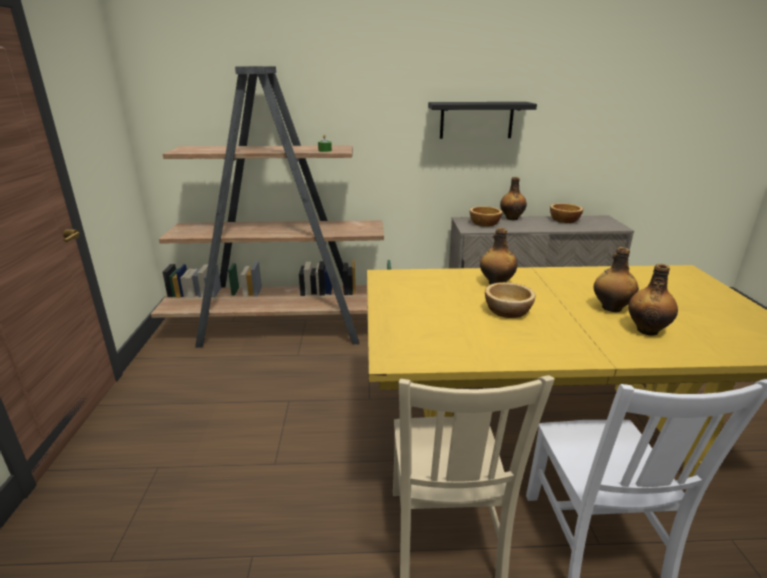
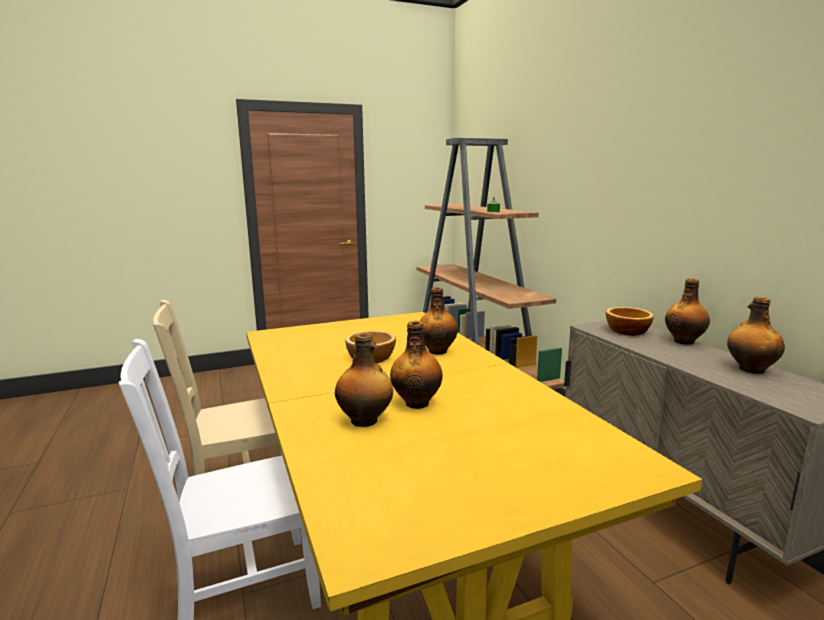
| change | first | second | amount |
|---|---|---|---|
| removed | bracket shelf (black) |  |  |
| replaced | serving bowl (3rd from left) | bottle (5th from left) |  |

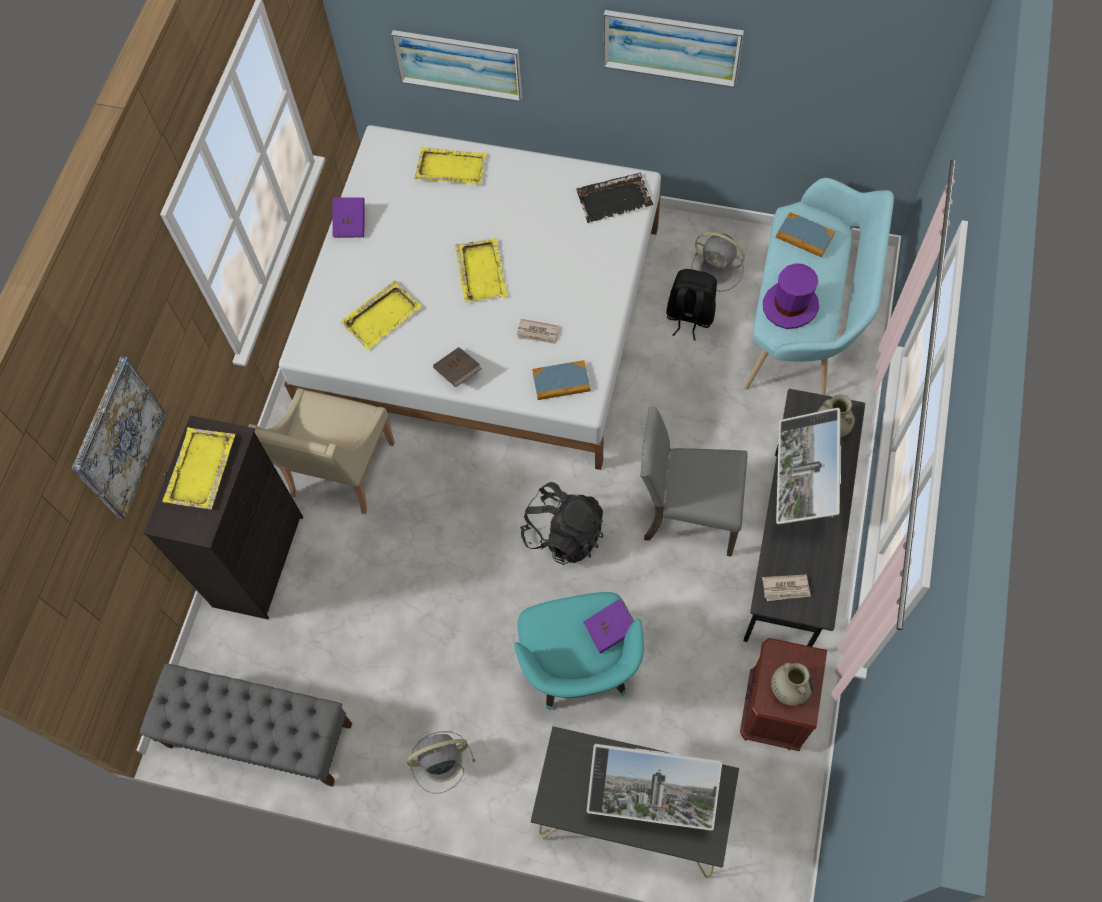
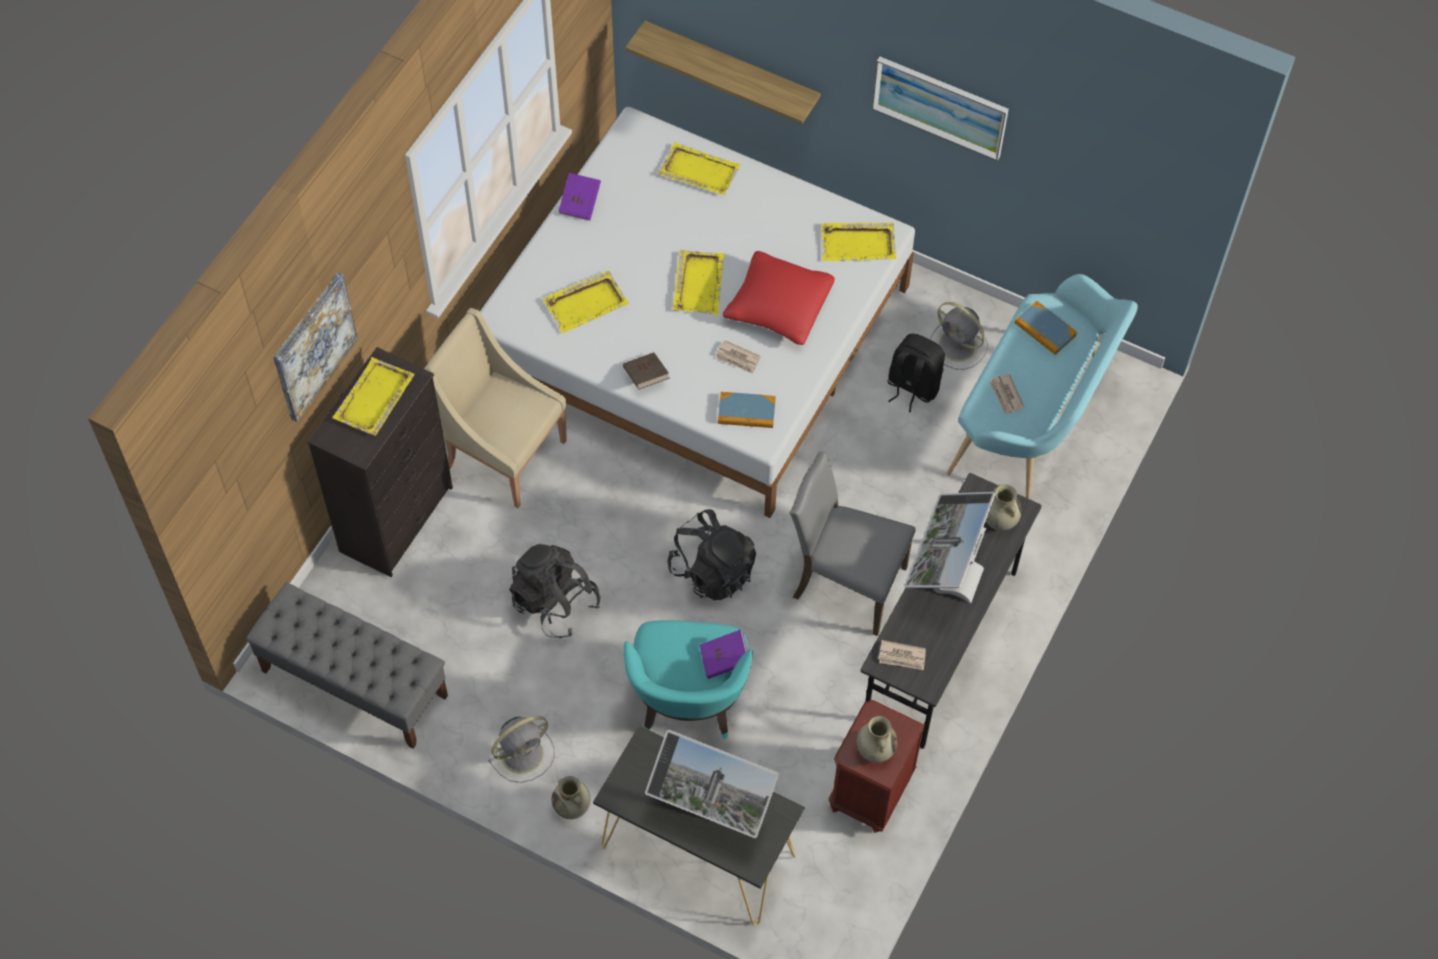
| change | first | second | amount |
|---|---|---|---|
| turned | armchair (beige) |  | 90 degrees clockwise |
| replaced | wall art (2nd from left) | bracket shelf |  |
| turned | electric fan (greyish) (1st from left) |  | 150 degrees clockwise |
| recoloured | serving tray (black) | serving tray (yellow) (5th from left) |  |
| replaced | hat (purplish) | newspaper (3rd from left) |  |
| added |  | rucksack (black) (1st from left) |  |
| added |  | decorative vase (beige) (1st from left) |  |
| added |  | pillow (red-coloured) |  |

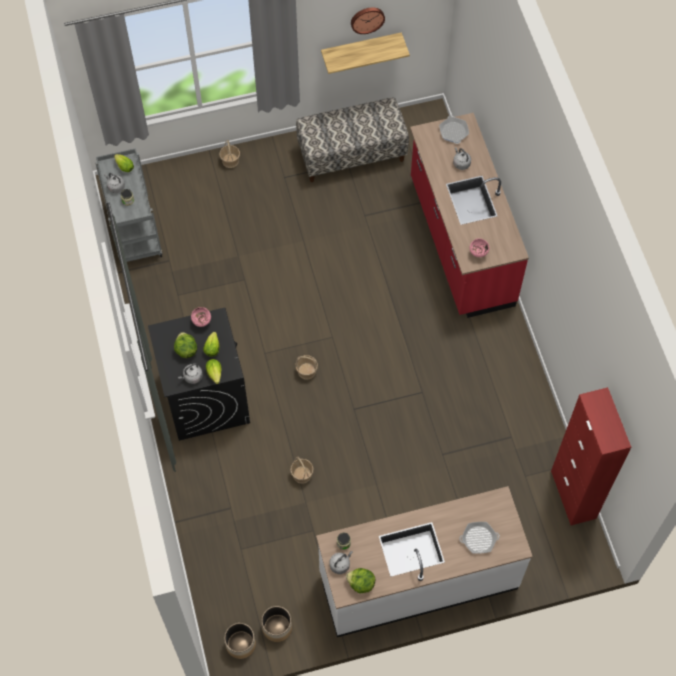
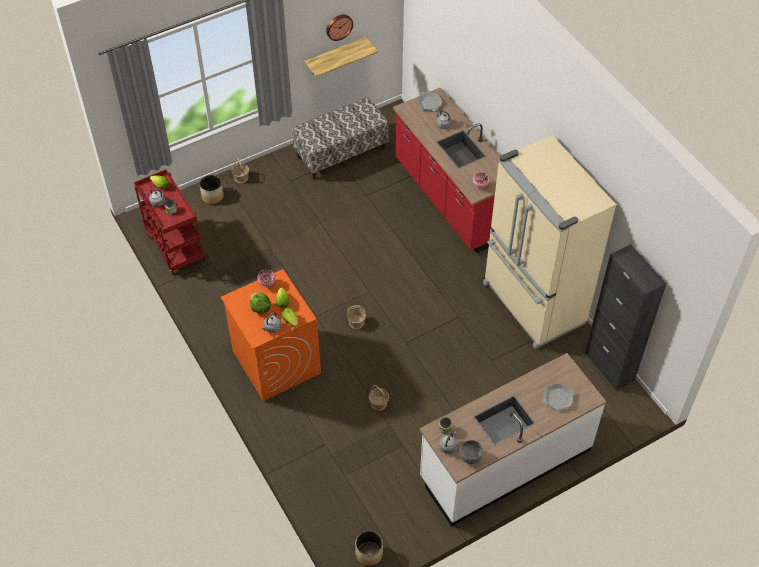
| change | first | second | amount |
|---|---|---|---|
| recoloured | wheeled cart (greyish) | wheeled cart (red-coloured) |  |
| recoloured | laundry appliance (black) | laundry appliance (orange-coloured) |  |
| moved | flower pot (2nd from left in the first image) | flower pot (1st from left) |  |
| replaced | head of lettuce (5th from left) | serving bowl (greyish) |  |
| recoloured | cabinet (red-coloured) | cabinet (black) |  |
| added |  | fridge (beige) |  |

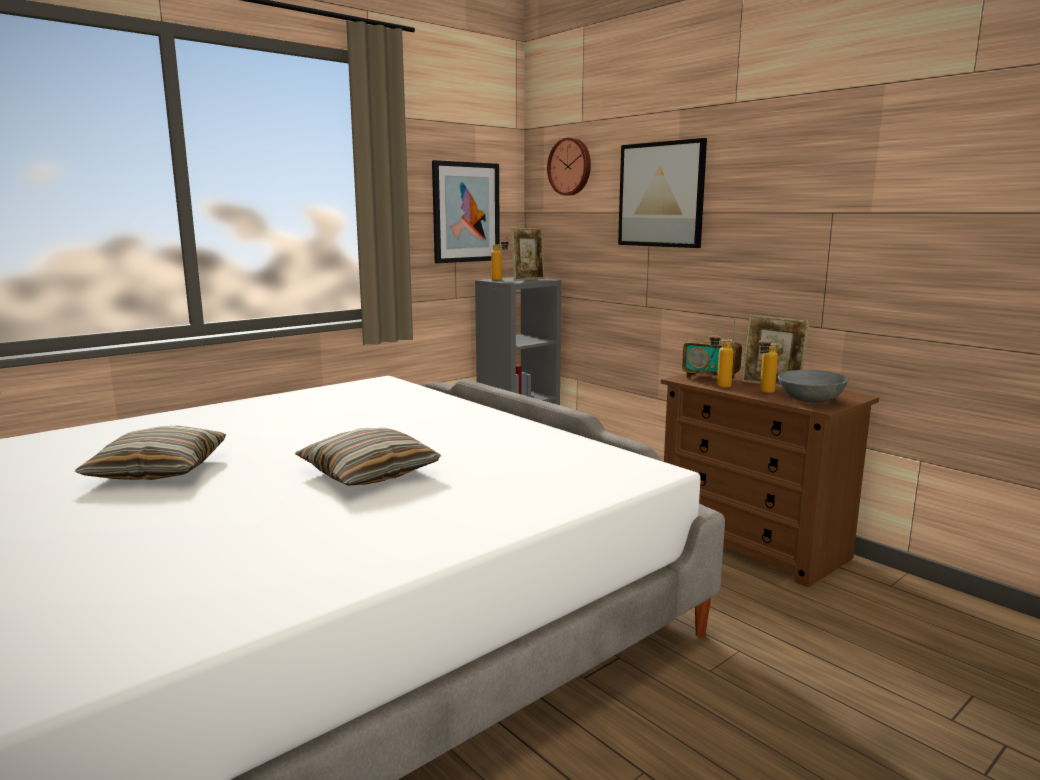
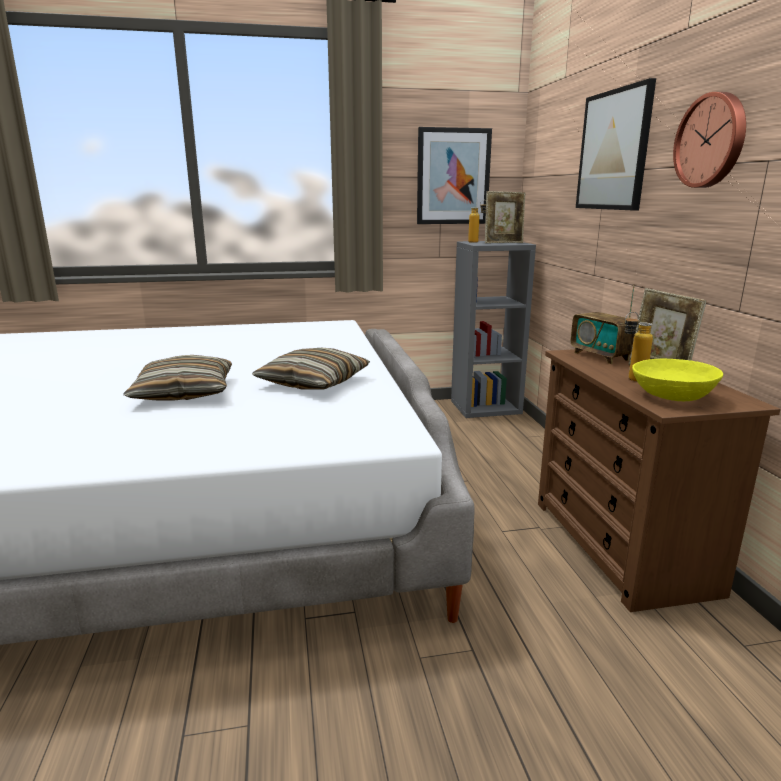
| change | first | second | amount |
|---|---|---|---|
| moved | pillow (1st from left in the first image) | pillow (2nd from left) |  |
| moved | wall clock |  |  |
| removed | bottle (2nd from left) |  |  |
| recoloured | serving bowl (greyish) | serving bowl (yellow) |  |

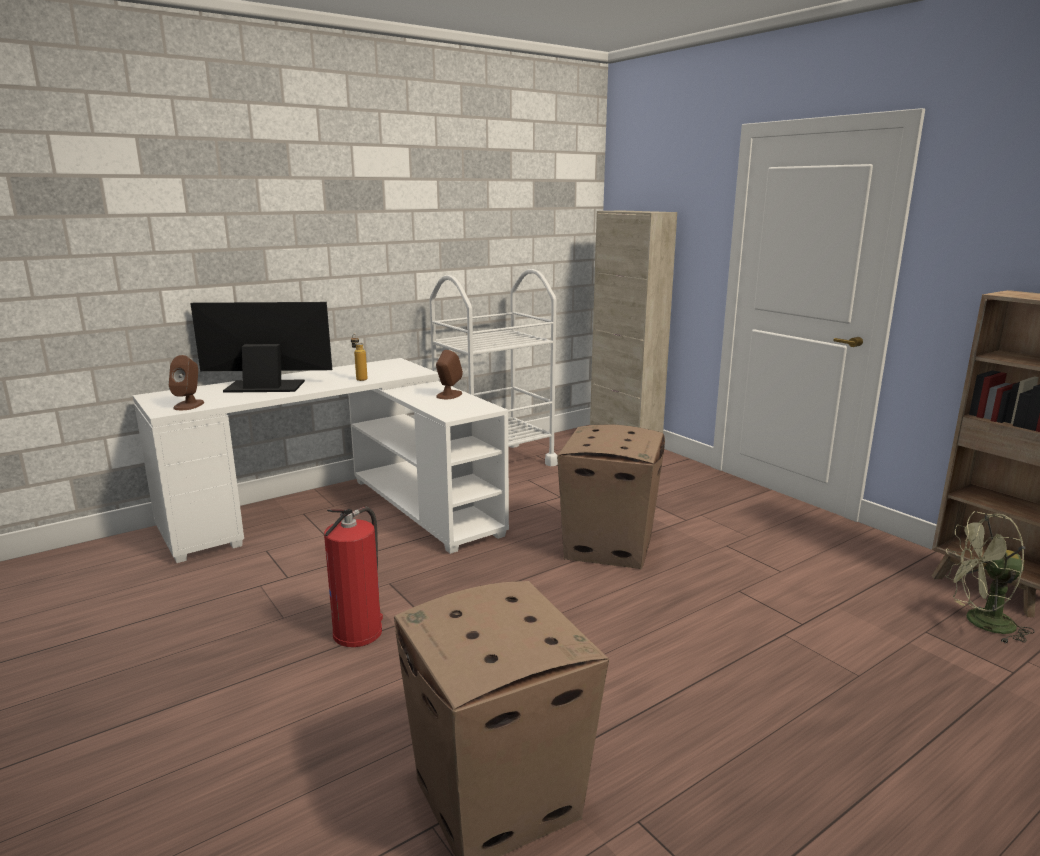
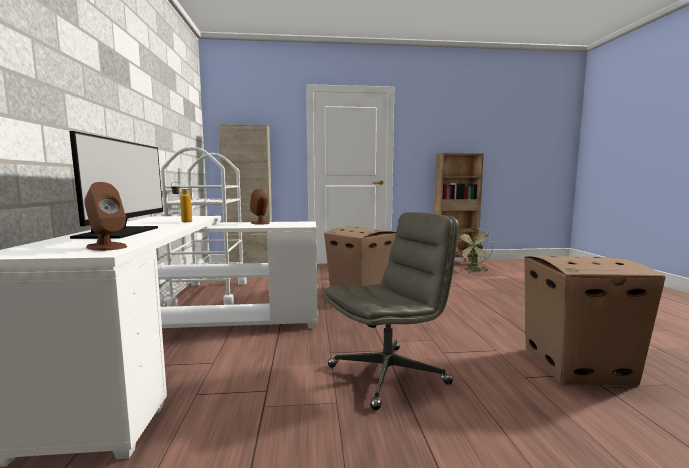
| change | first | second | amount |
|---|---|---|---|
| turned | computer display |  | 150 degrees clockwise |
| replaced | fire extinguisher | desk chair (greyish) |  |

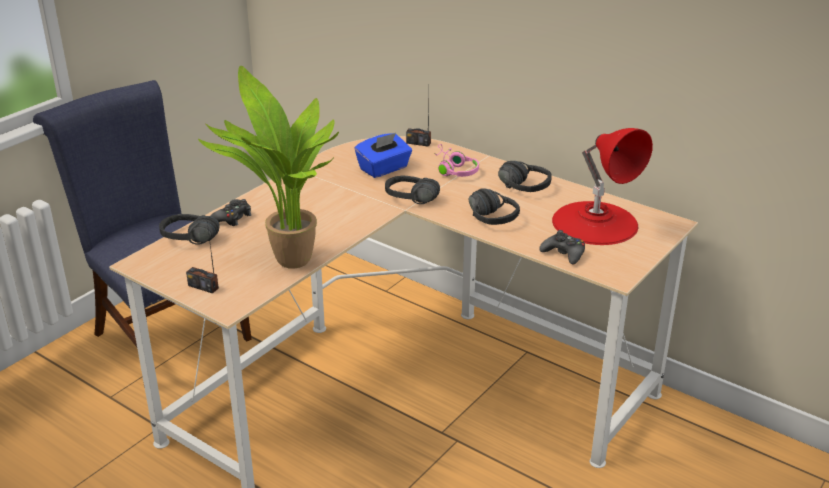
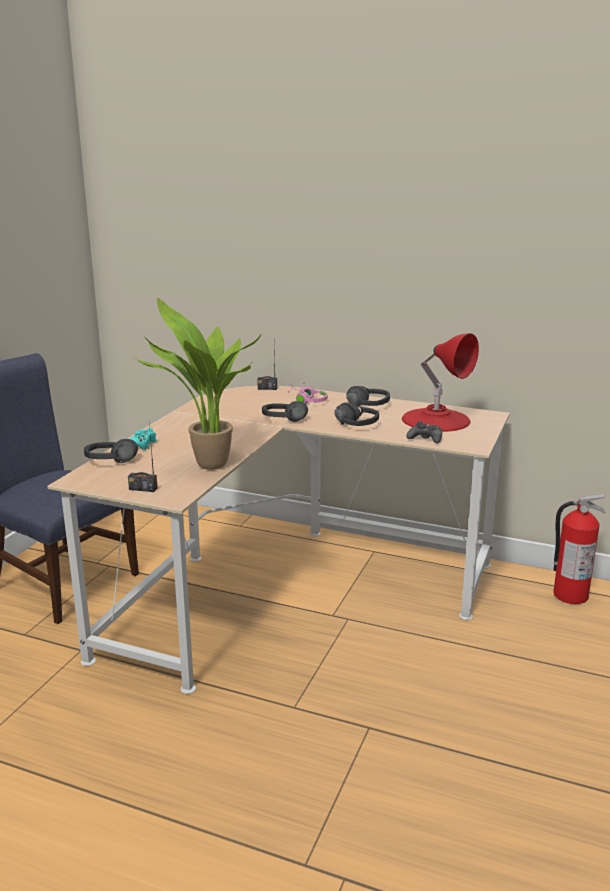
| change | first | second | amount |
|---|---|---|---|
| recoloured | gamepad (black) (1st from left) | gamepad (turquoise-coloured) |  |
| removed | tissue holder (bluish) |  |  |
| added |  | fire extinguisher |  |

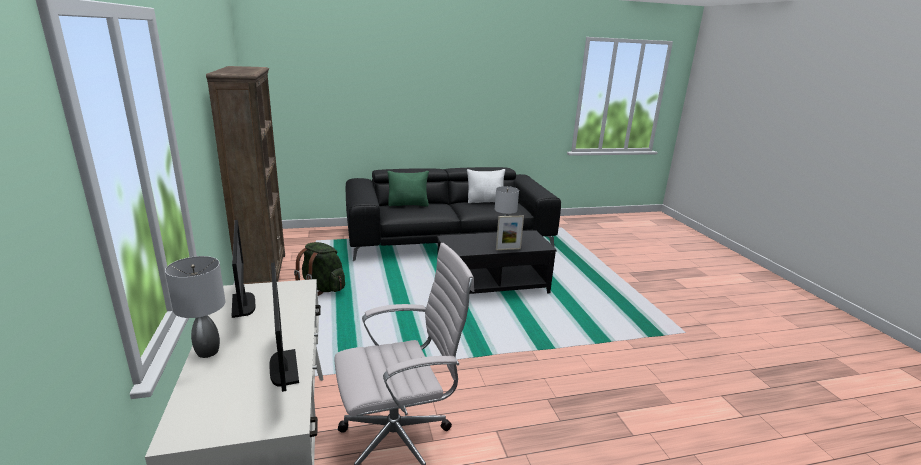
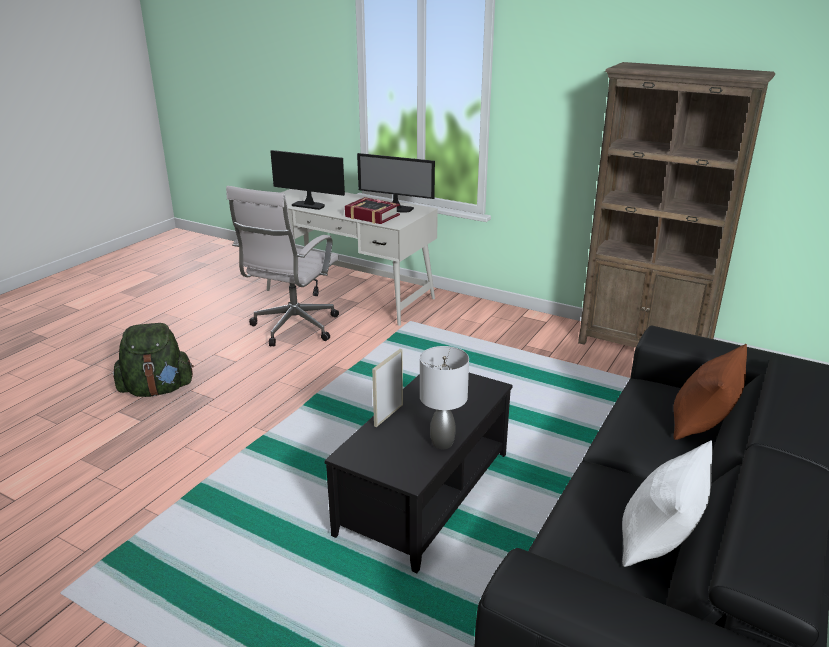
| change | first | second | amount |
|---|---|---|---|
| removed | table lamp (greyish) (1st from left) |  |  |
| moved | rucksack (green) |  |  |
| recoloured | pillow (green) | pillow (brown-coloured) |  |
| added |  | book |  |

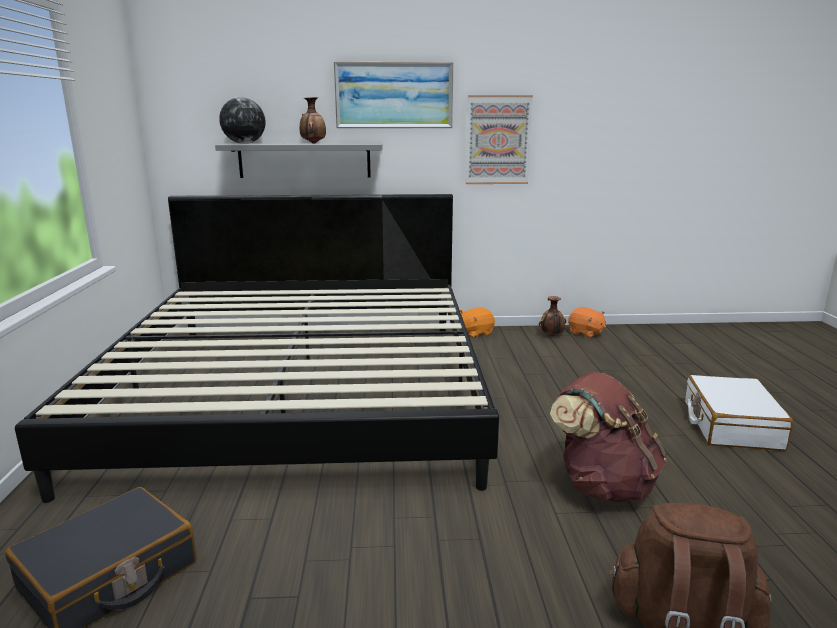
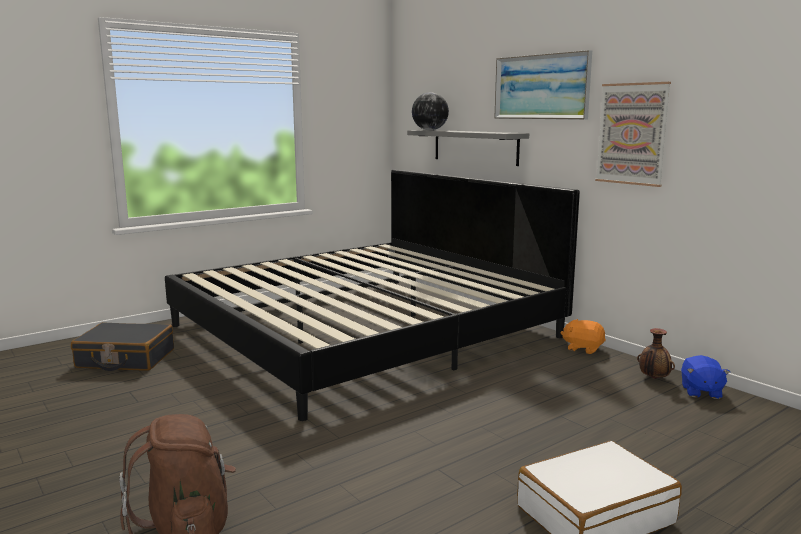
| change | first | second | amount |
|---|---|---|---|
| removed | decorative vase (1st from left) |  |  |
| removed | rucksack (brown-coloured) (1st from left) |  |  |
| recoloured | plush toy (orange-coloured) (2nd from left) | plush toy (bluish) |  |

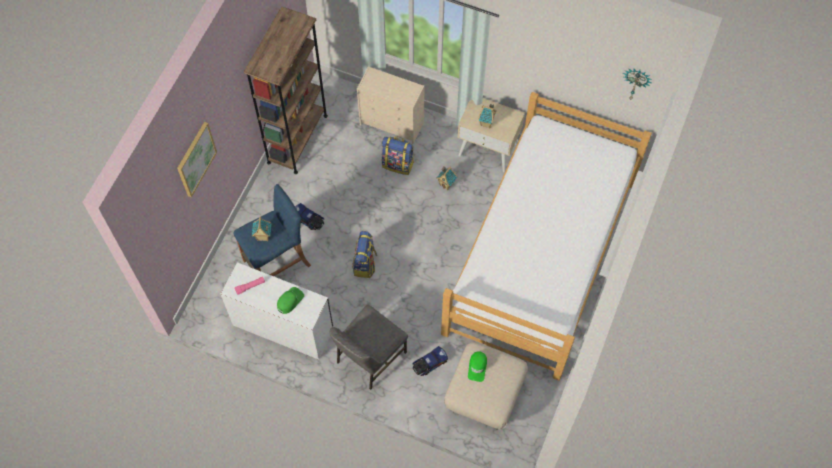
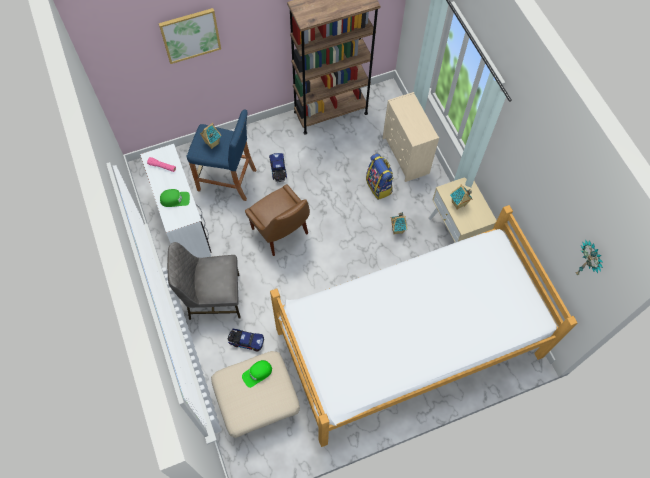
| change | first | second | amount |
|---|---|---|---|
| replaced | rucksack (1st from left) | chair (brown-coloured) |  |

